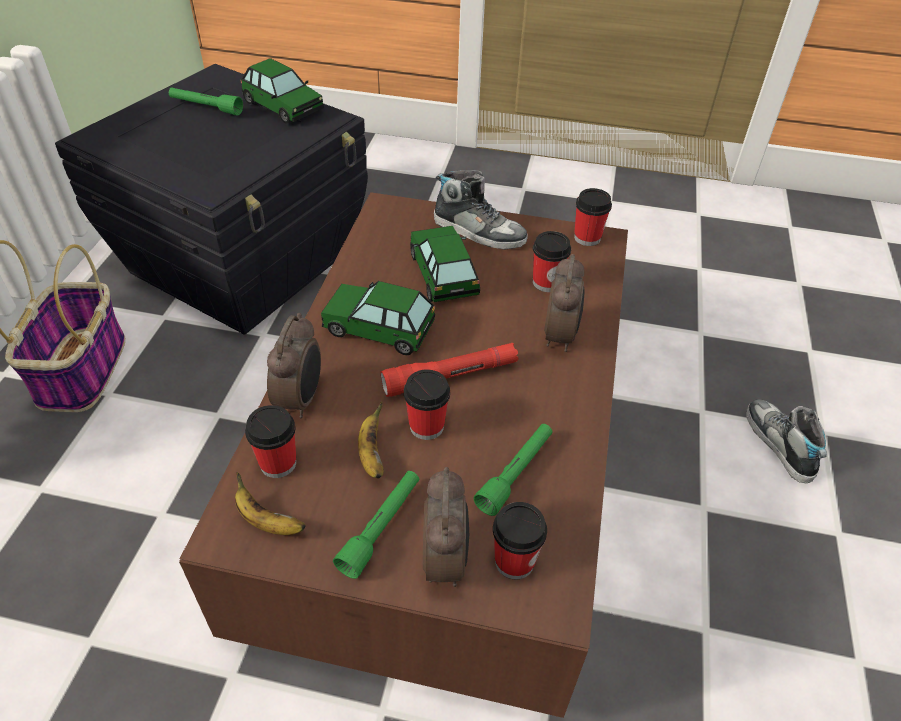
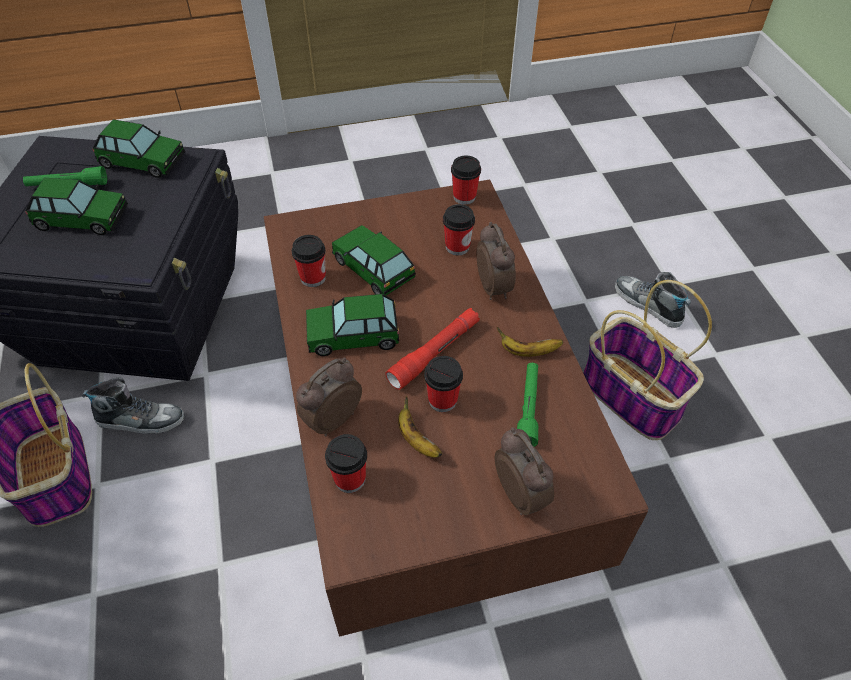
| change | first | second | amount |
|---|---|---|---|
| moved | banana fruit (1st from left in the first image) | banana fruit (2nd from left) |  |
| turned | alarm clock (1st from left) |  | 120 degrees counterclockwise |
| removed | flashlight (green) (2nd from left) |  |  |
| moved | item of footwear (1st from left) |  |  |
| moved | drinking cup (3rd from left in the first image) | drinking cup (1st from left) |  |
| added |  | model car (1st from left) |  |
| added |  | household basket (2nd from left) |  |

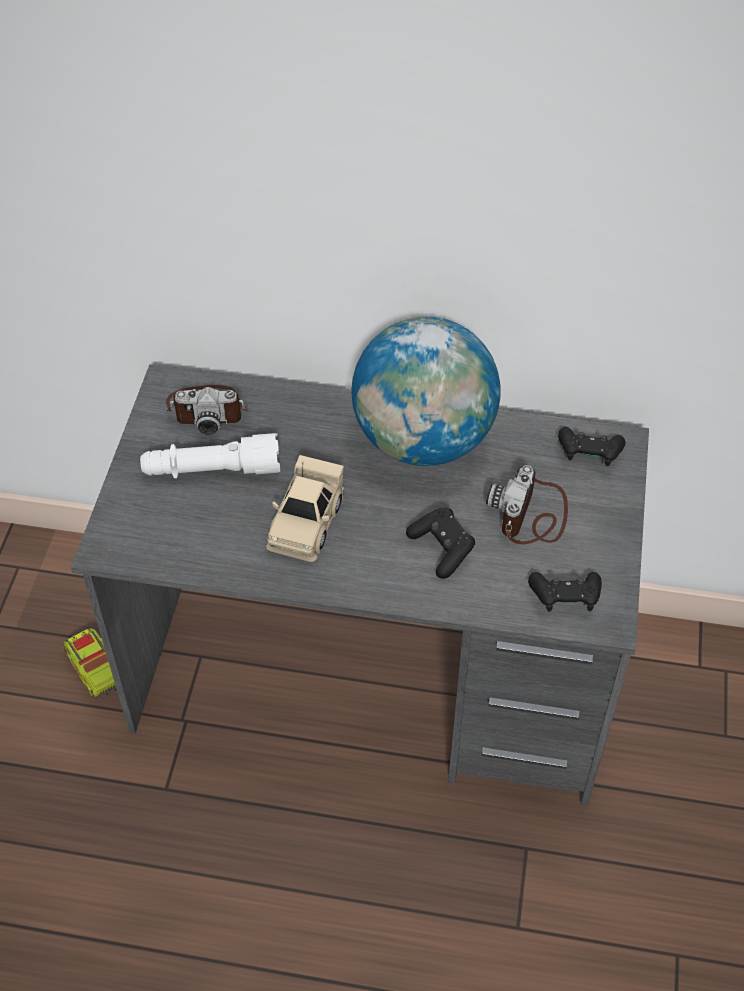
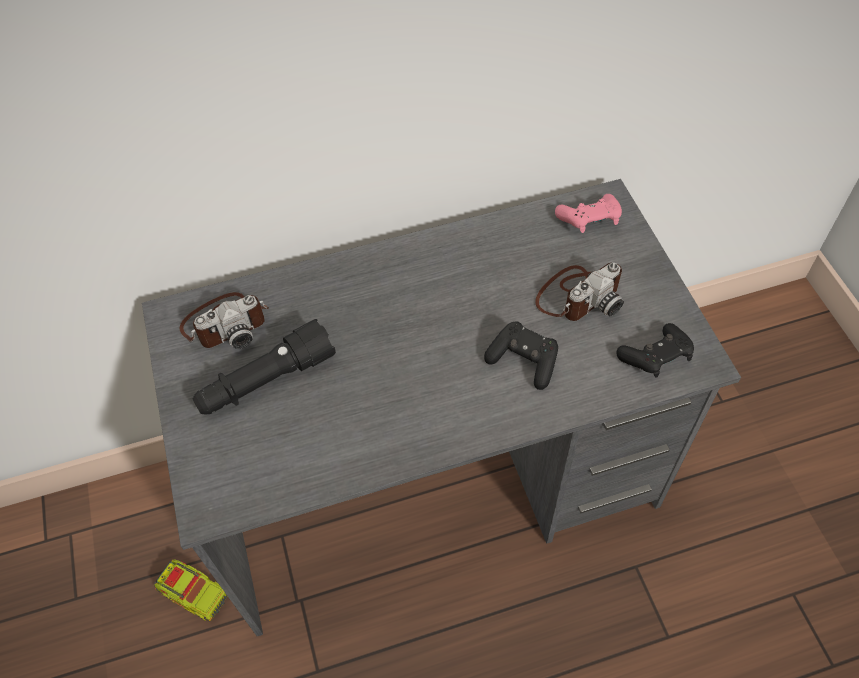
| change | first | second | amount |
|---|---|---|---|
| recoloured | flashlight (white-coloured) | flashlight (black) |  |
| removed | model car (beige) |  |  |
| removed | globe |  |  |
| turned | still camera (2nd from left) |  | 120 degrees counterclockwise |
| recoloured | gamepad (black) (3rd from left) | gamepad (pink-coloured) |  |

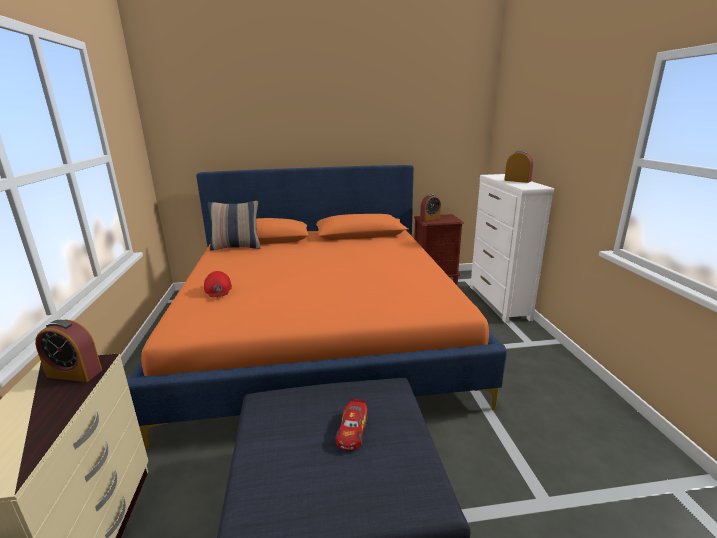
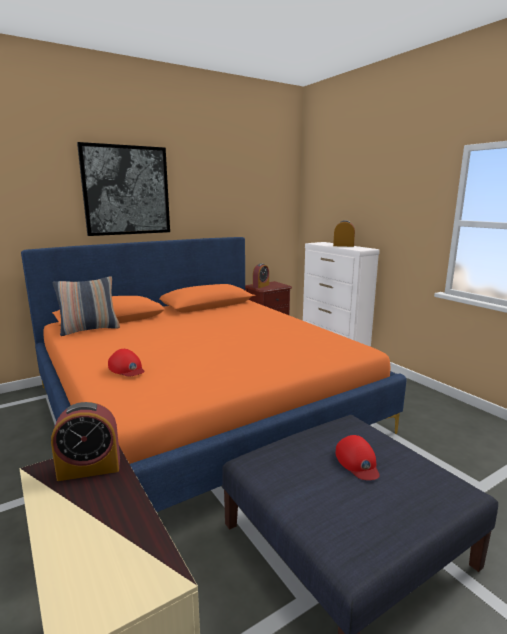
| change | first | second | amount |
|---|---|---|---|
| replaced | model car | peaked cap (red-coloured) (2nd from left) |  |
| added |  | wall art |  |

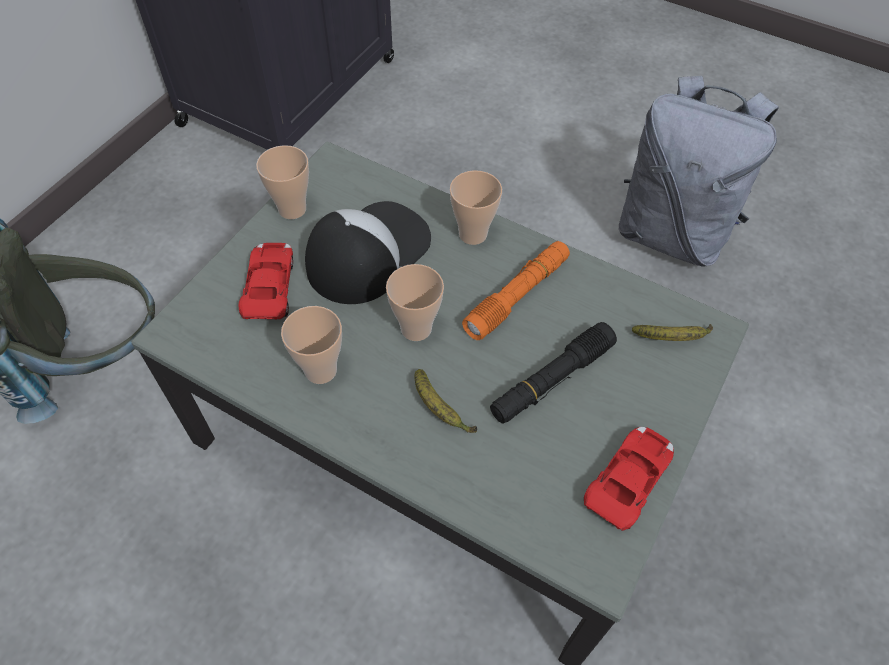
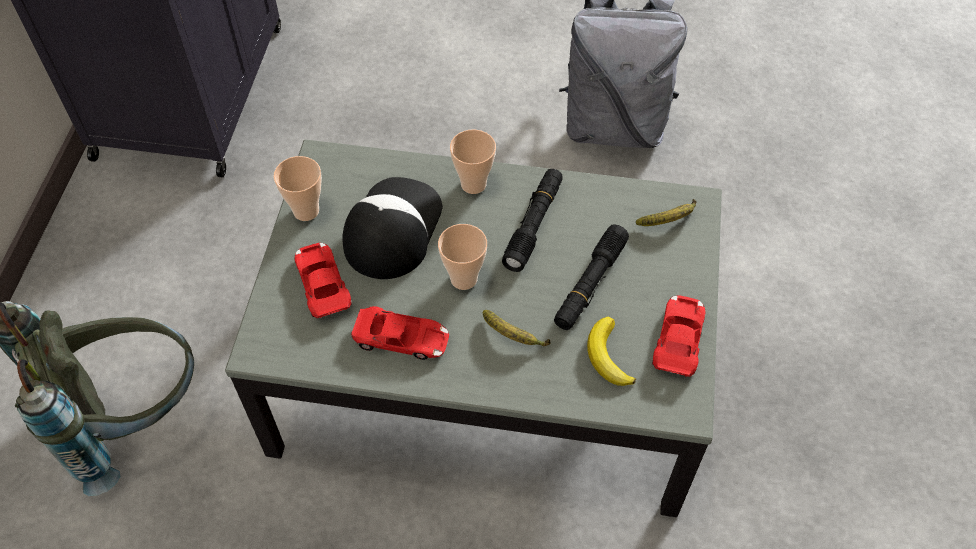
| change | first | second | amount |
|---|---|---|---|
| replaced | drinking cup (2nd from left) | model car (red-coloured) (2nd from left) |  |
| recoloured | flashlight (orange-coloured) | flashlight (black) (1st from left) |  |
| added |  | banana fruit (2nd from left) |  |

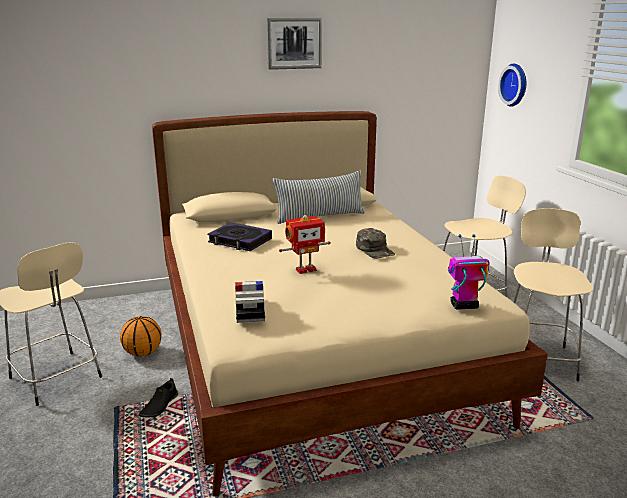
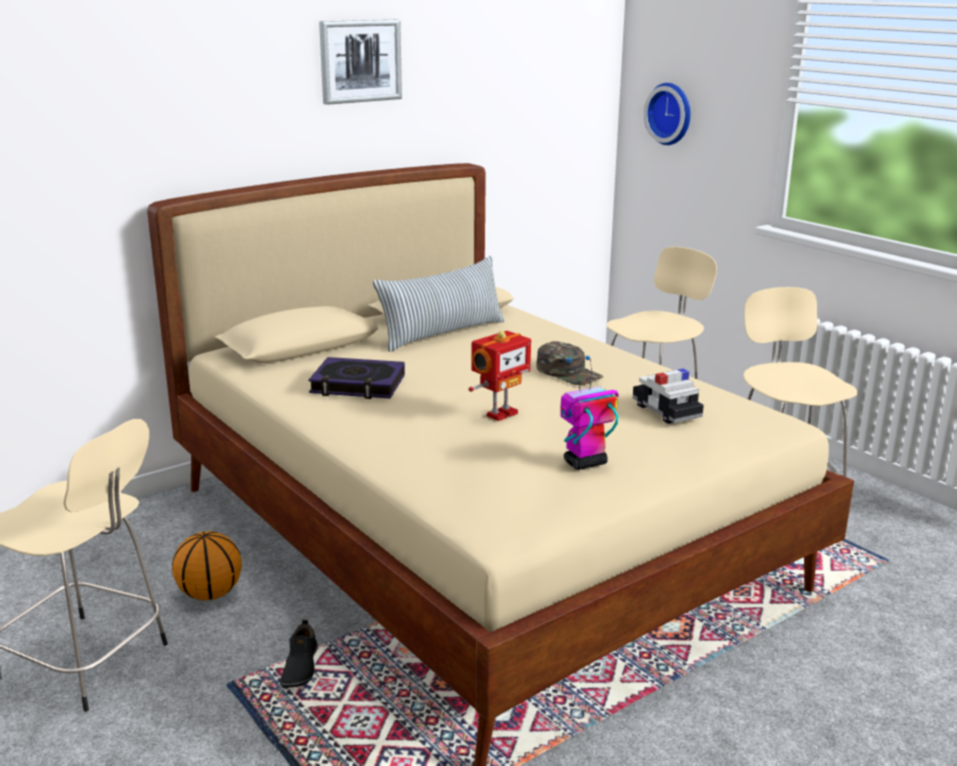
| change | first | second | amount |
|---|---|---|---|
| moved | model car |  |  |
| moved | robot figure (2nd from left) |  |  |

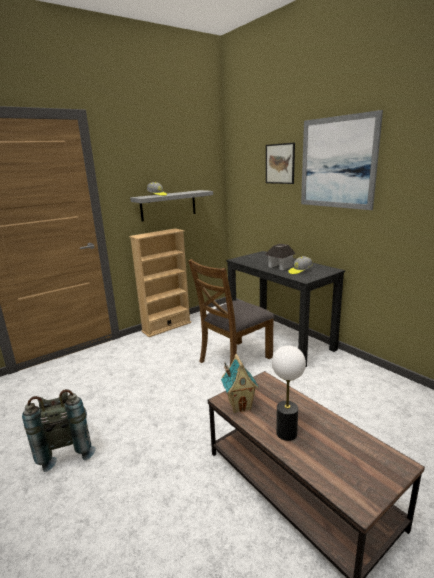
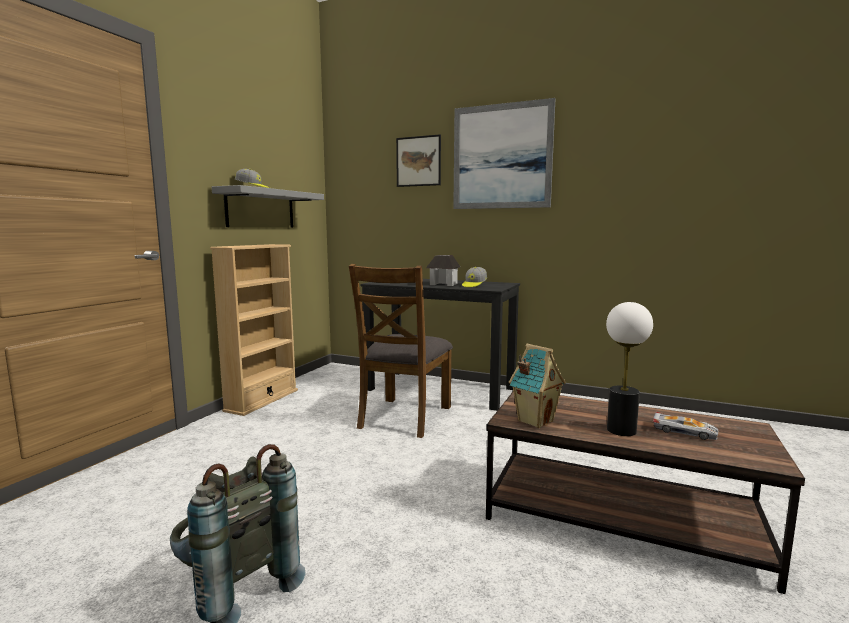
| change | first | second | amount |
|---|---|---|---|
| added |  | model car |  |

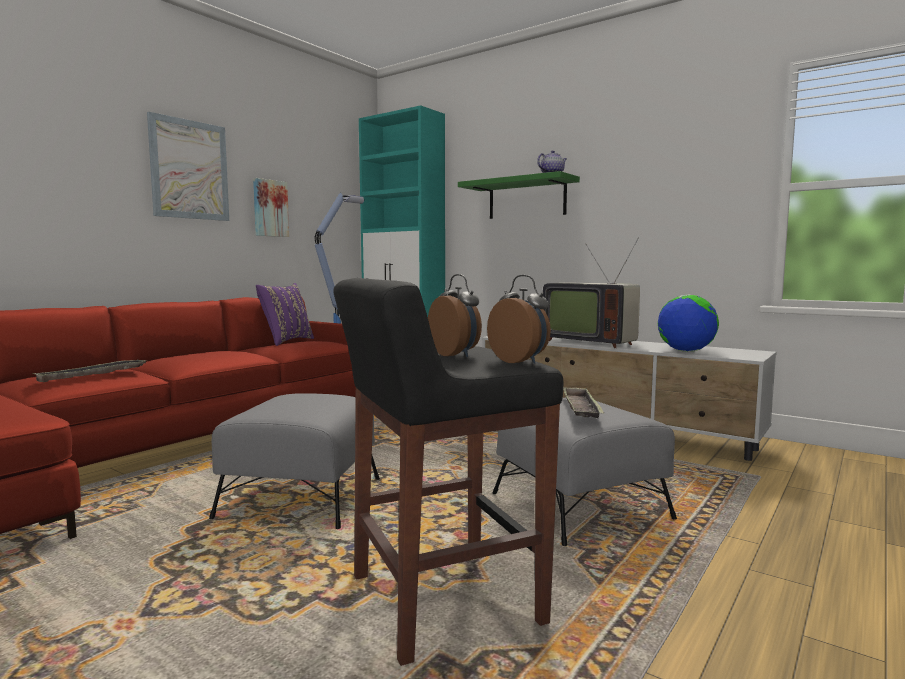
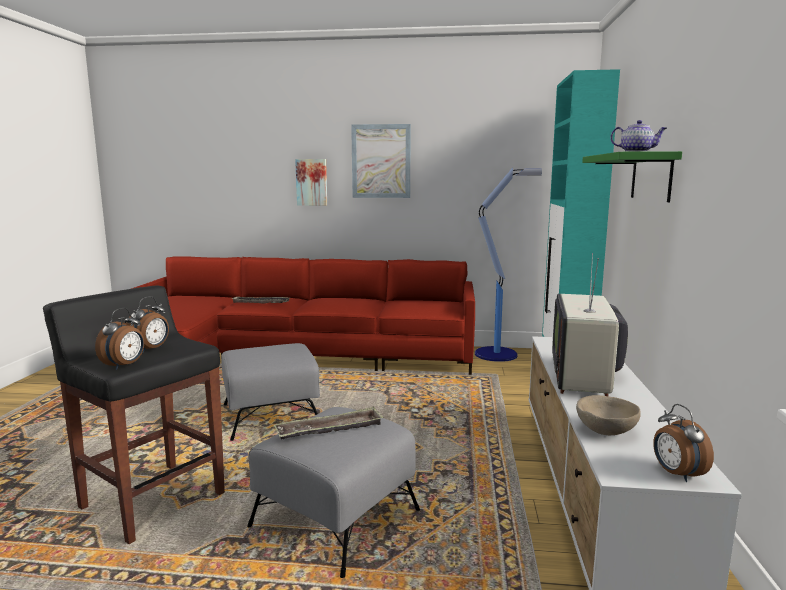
| change | first | second | amount |
|---|---|---|---|
| moved | wall art (2nd from left in the first image) | wall art (1st from left) |  |
| removed | pillow (purplish) |  |  |
| replaced | globe | serving bowl (beige) |  |
| added |  | alarm clock (3rd from left) |  |

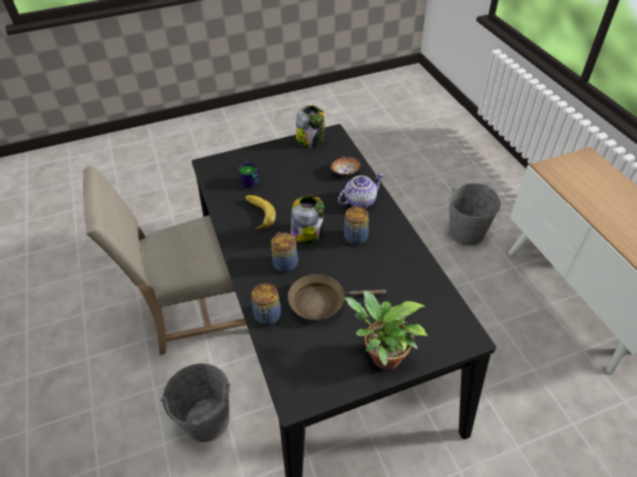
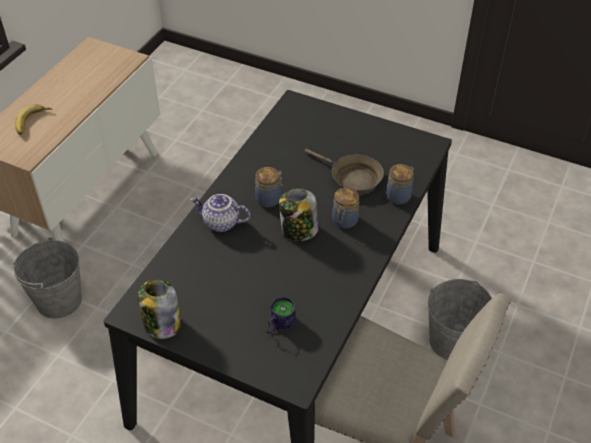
| change | first | second | amount |
|---|---|---|---|
| moved | banana fruit |  |  |
| removed | serving bowl |  |  |
| removed | potted plant |  |  |

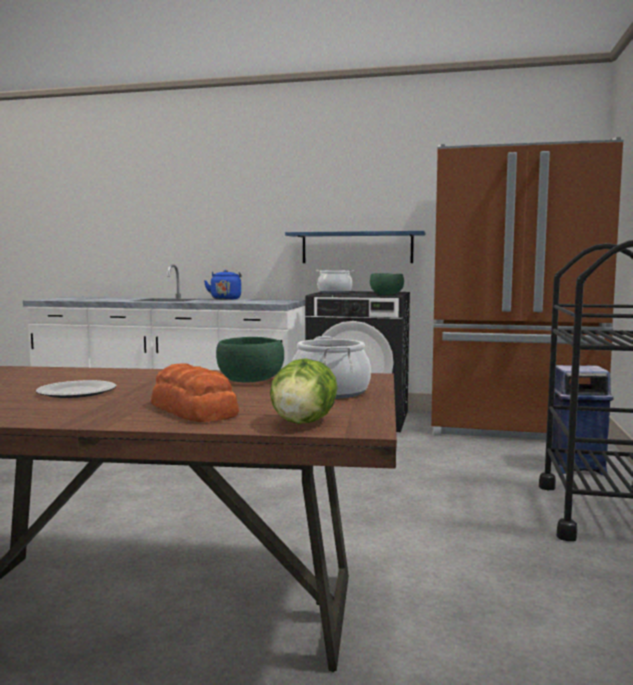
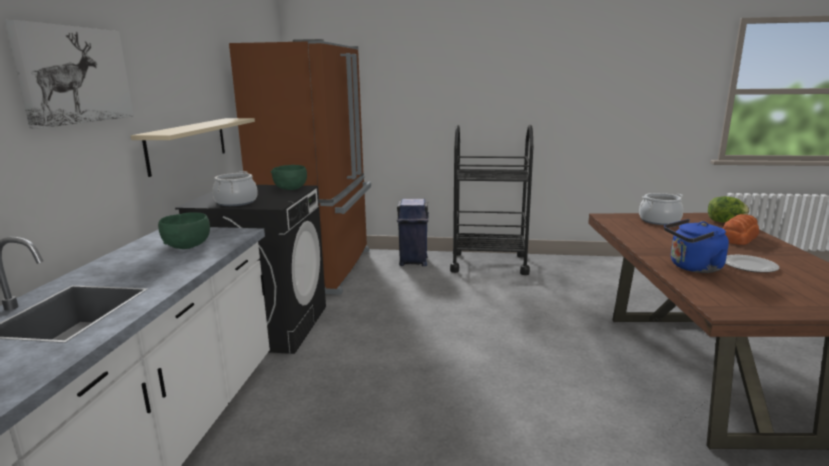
| change | first | second | amount |
|---|---|---|---|
| moved | water kettle (bluish) |  |  |
| moved | serving bowl (green) (1st from left) |  |  |
| recoloured | bracket shelf (bluish) | bracket shelf (beige) |  |
| added |  | wall art |  |

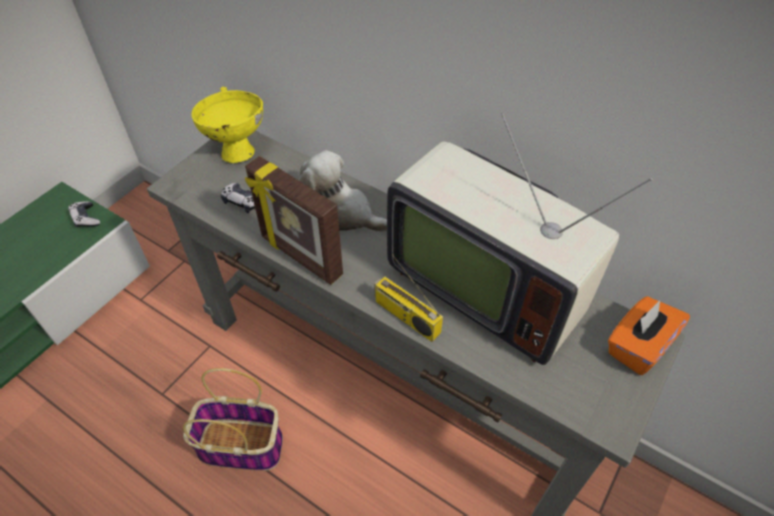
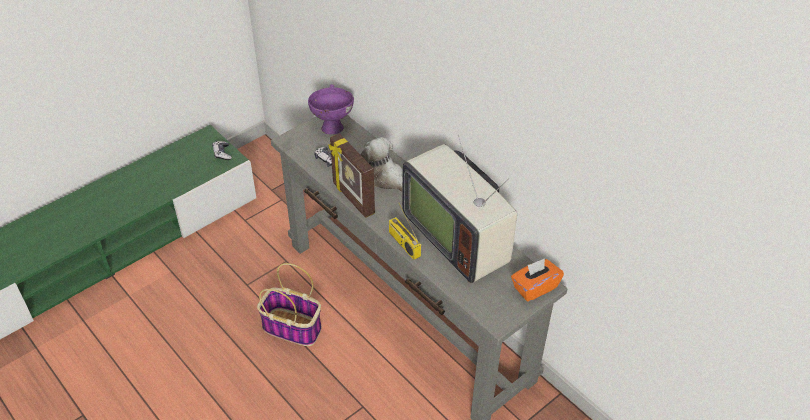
| change | first | second | amount |
|---|---|---|---|
| recoloured | serving bowl (yellow) | serving bowl (purplish) |  |

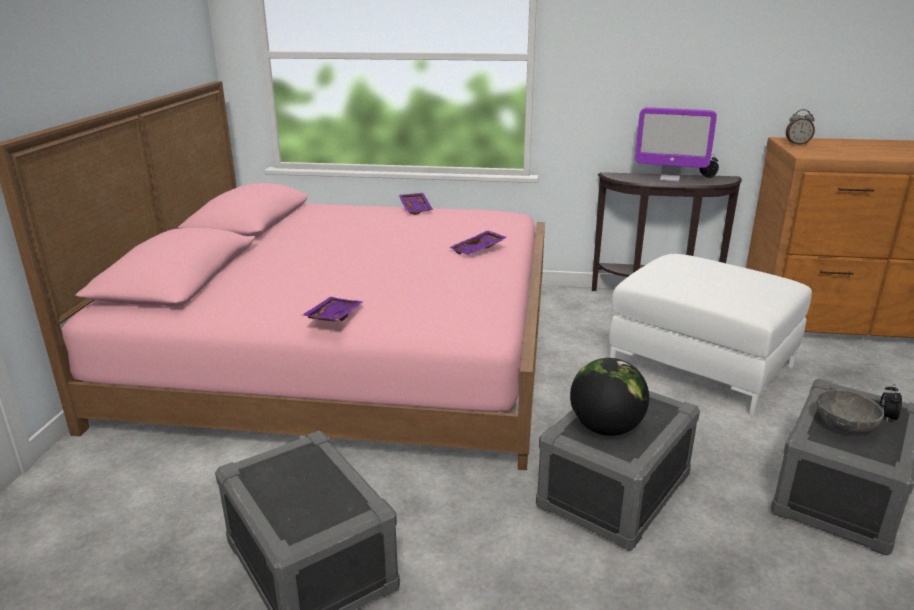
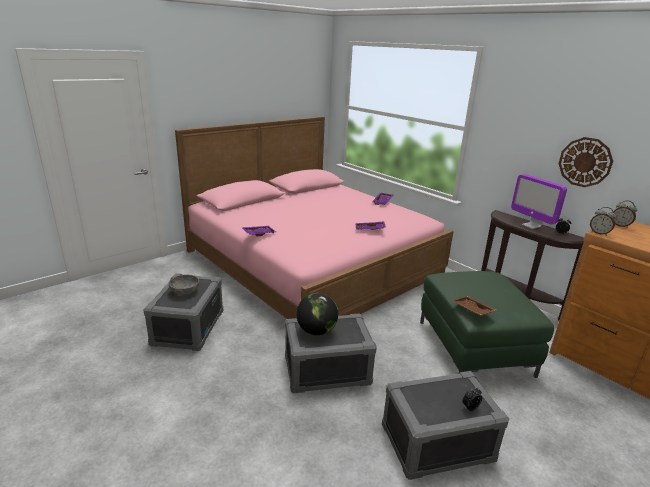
| change | first | second | amount |
|---|---|---|---|
| recoloured | footrest (white-coloured) | footrest (green) |  |
| moved | serving bowl (greyish) |  |  |
| added |  | serving tray (brown-coloured) |  |
| added |  | wall clock |  |
| added |  | alarm clock (3rd from left) |  |

